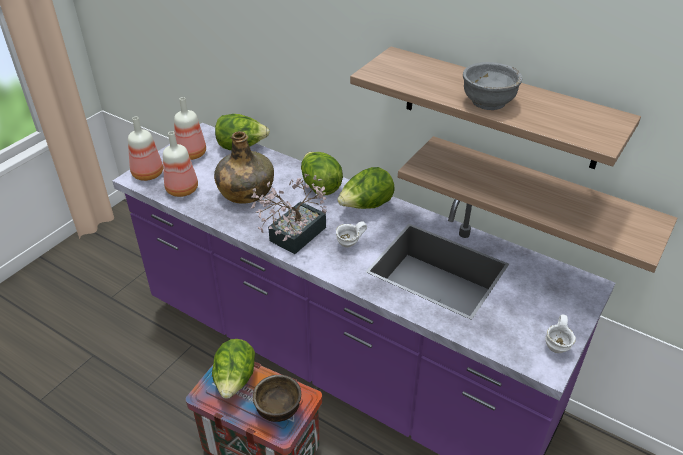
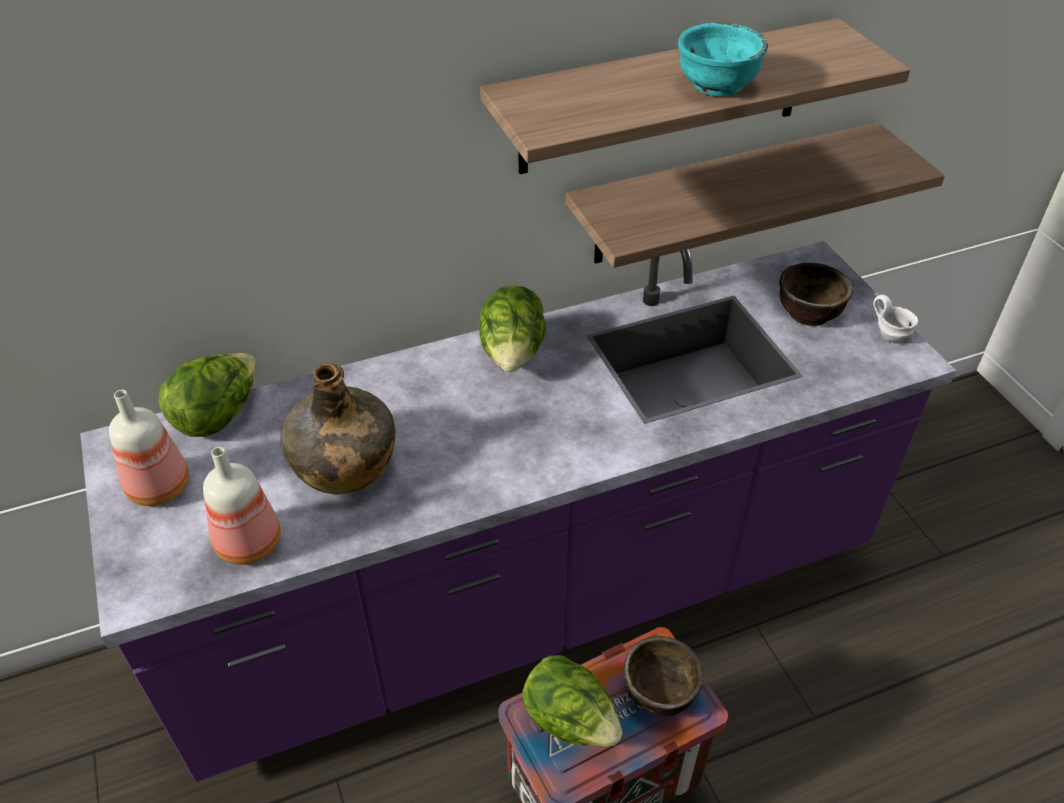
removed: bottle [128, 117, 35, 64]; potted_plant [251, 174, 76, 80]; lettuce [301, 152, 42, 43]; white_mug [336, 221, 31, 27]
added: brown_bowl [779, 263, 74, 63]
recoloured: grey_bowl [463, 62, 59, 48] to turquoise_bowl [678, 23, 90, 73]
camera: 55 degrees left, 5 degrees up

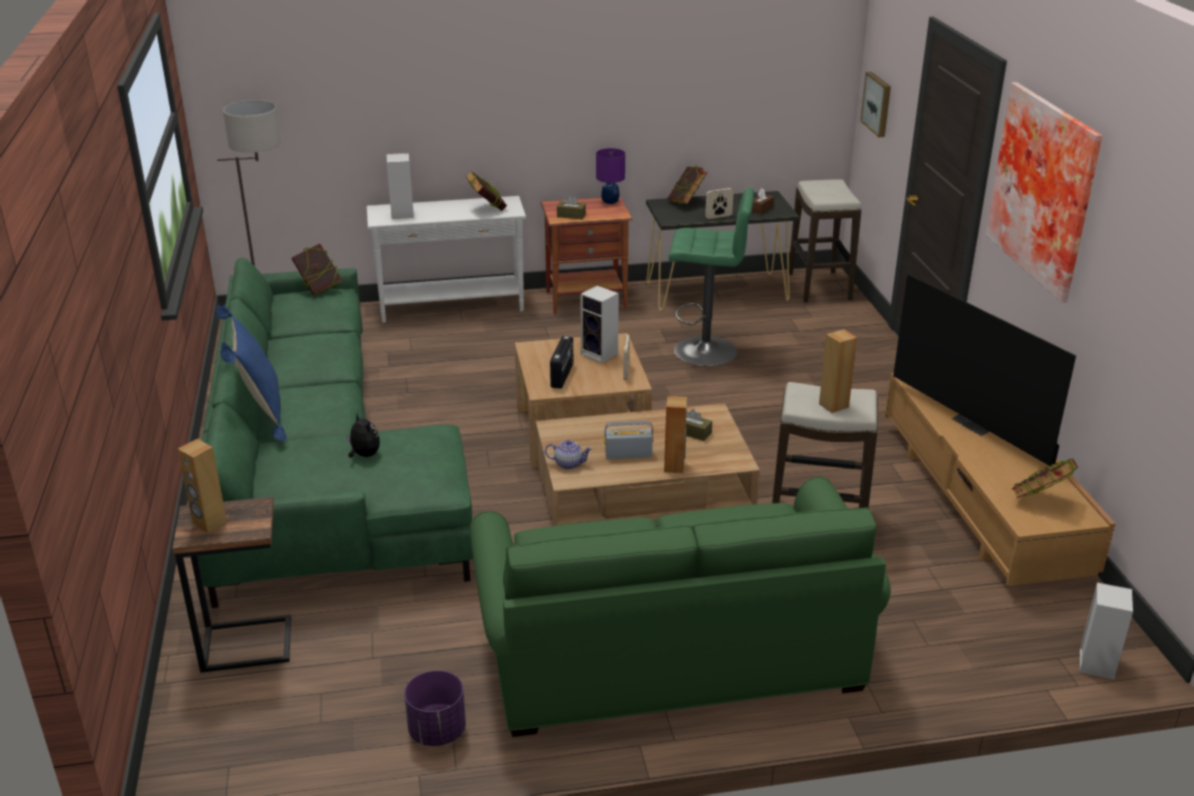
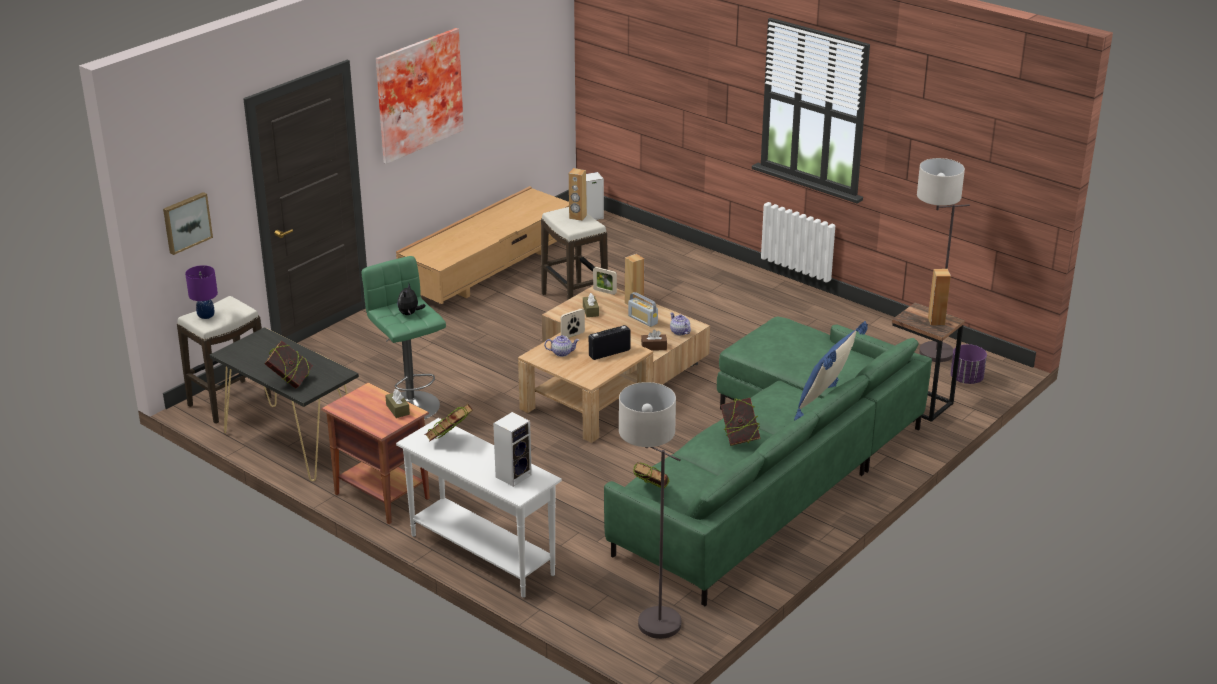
removed: green_sofa [469, 477, 422, 260]; television [893, 274, 183, 192]
added: grey_floor_lamp [917, 158, 53, 204]
moved: purple_table_lamp [596, 148, 29, 56] to [185, 265, 33, 54]; plush_toy [346, 413, 34, 44] to [398, 284, 27, 31]; picture_frame [705, 188, 29, 31] to [593, 267, 24, 28]; brown_tissue_box [752, 188, 22, 27] to [641, 329, 26, 22]; book [1012, 458, 66, 40] to [721, 398, 40, 48]; purple_planter [404, 670, 62, 76] to [950, 344, 37, 40]
replaced: speaker [580, 286, 39, 77] to teapot [544, 335, 35, 22]
camera: 130 degrees left, 0 degrees up

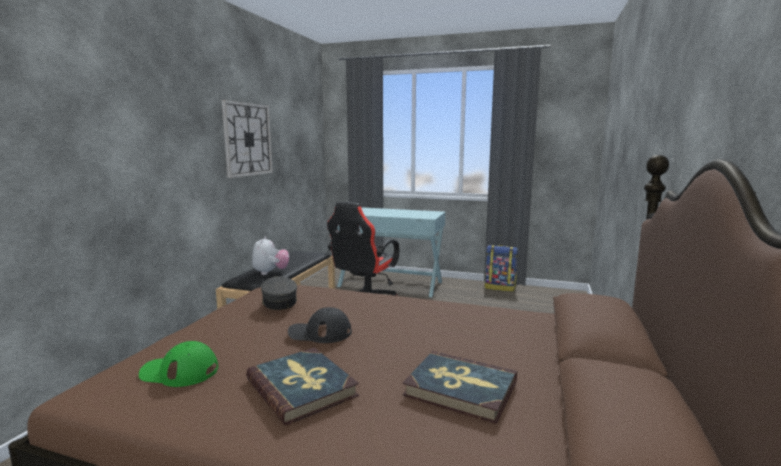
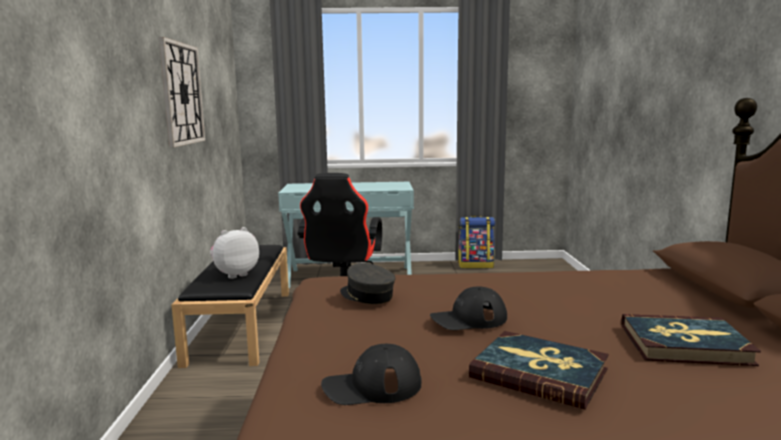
recoloured: green_cap [139, 341, 79, 46] to black_cap [321, 344, 100, 61]
turned: plush_toy [252, 236, 37, 39] = [210, 227, 49, 52] 105 degrees counterclockwise
camera: 20 degrees left, 0 degrees up

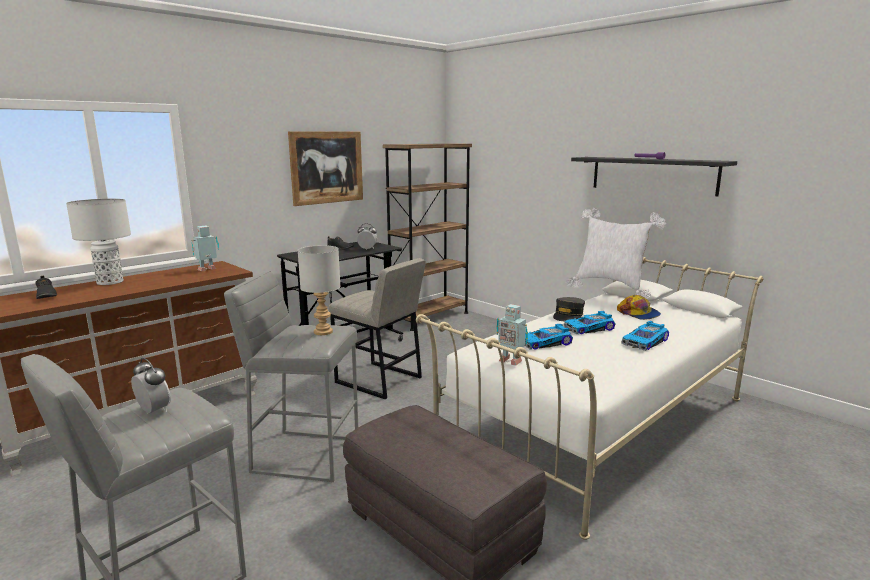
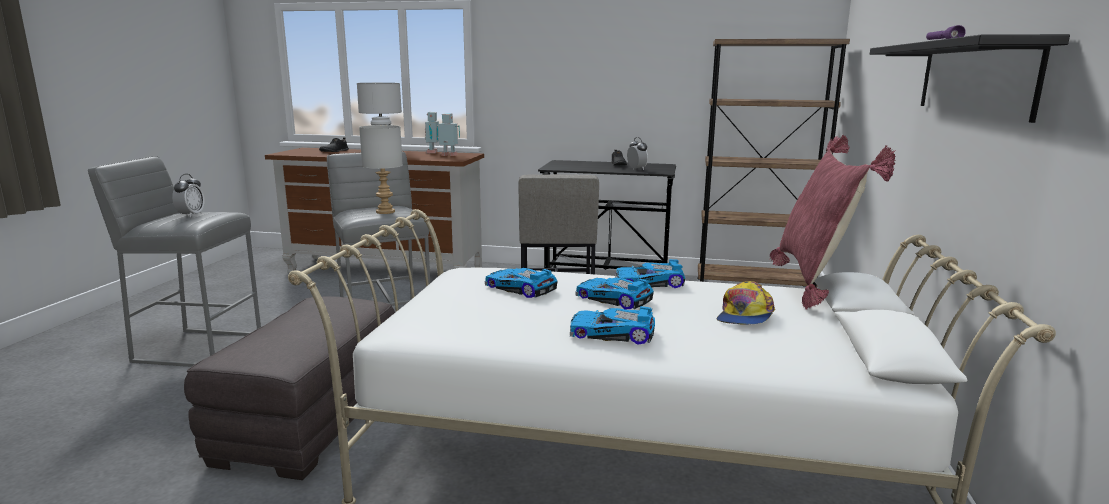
removed: picture [288, 131, 75, 75]
moved: toy_robot [497, 304, 31, 62] to [424, 112, 15, 41]
replaced: grey_cap [553, 297, 32, 24] to toy_car [615, 259, 70, 29]
recoloured: white_pillow [565, 208, 101, 91] to red_pillow [769, 135, 127, 175]
camera: 55 degrees right, 0 degrees up

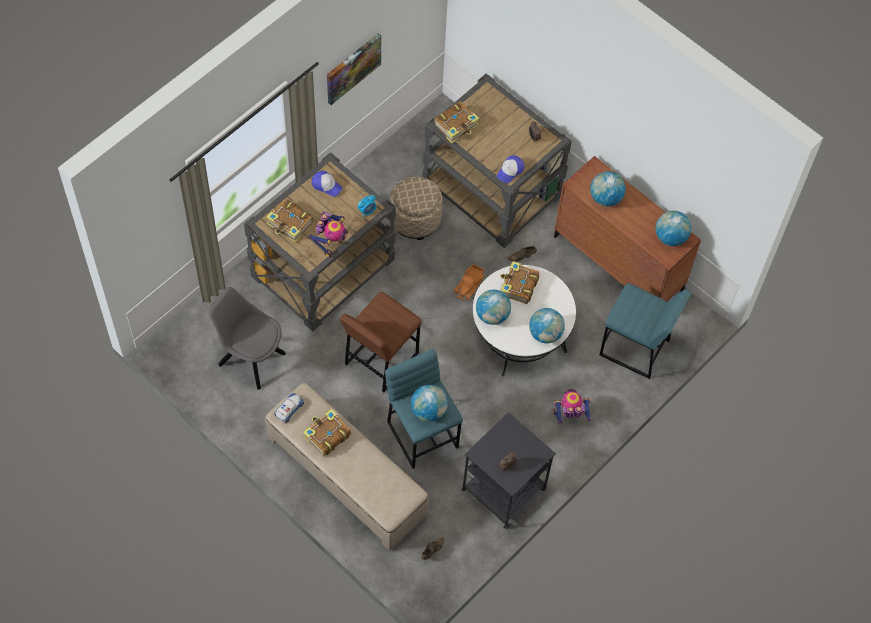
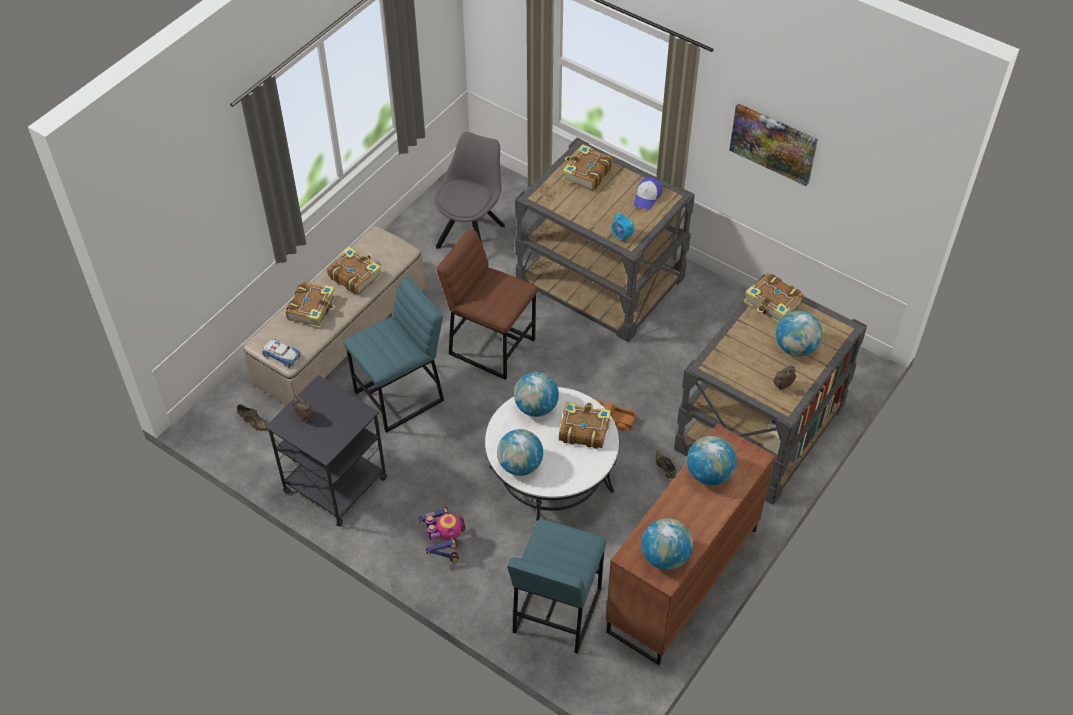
removed: toy_robot [308, 212, 40, 45]; beige_ottoman [390, 177, 52, 63]; cap [497, 155, 27, 28]
added: book [286, 281, 50, 48]
moved: toy_car [274, 393, 30, 31] to [262, 339, 39, 29]; globe [411, 385, 37, 37] to [775, 310, 47, 46]
camera: 85 degrees right, 10 degrees down

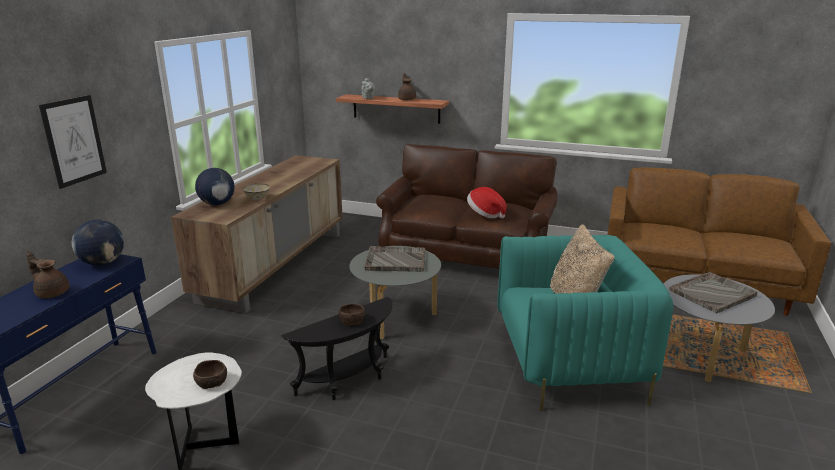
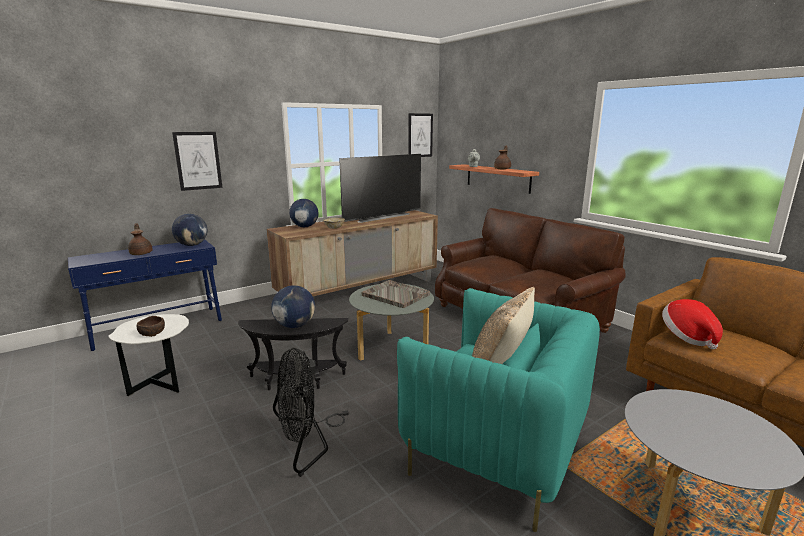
removed: grey_tray [669, 272, 88, 41]
added: black_fan [273, 348, 76, 129]; television [339, 154, 82, 69]; picture [408, 113, 25, 44]
moved: hat [467, 187, 40, 32] to [662, 299, 61, 50]
replaced: brown_bowl [338, 304, 27, 22] to globe [271, 285, 44, 43]
camera: 35 degrees right, 5 degrees down

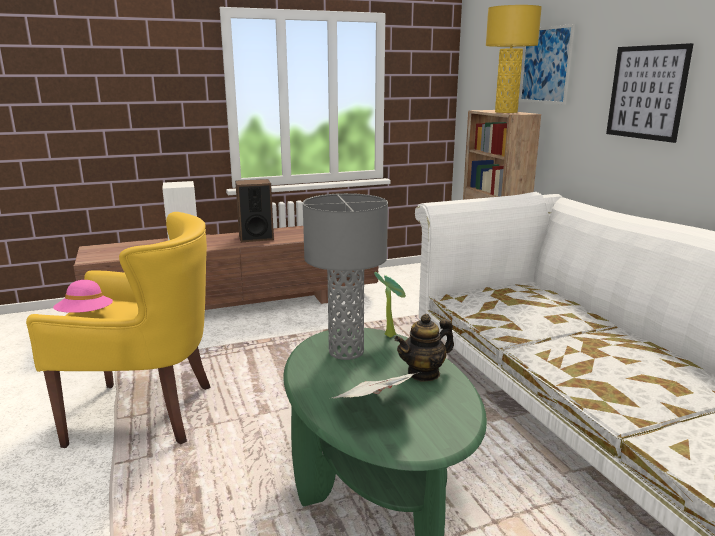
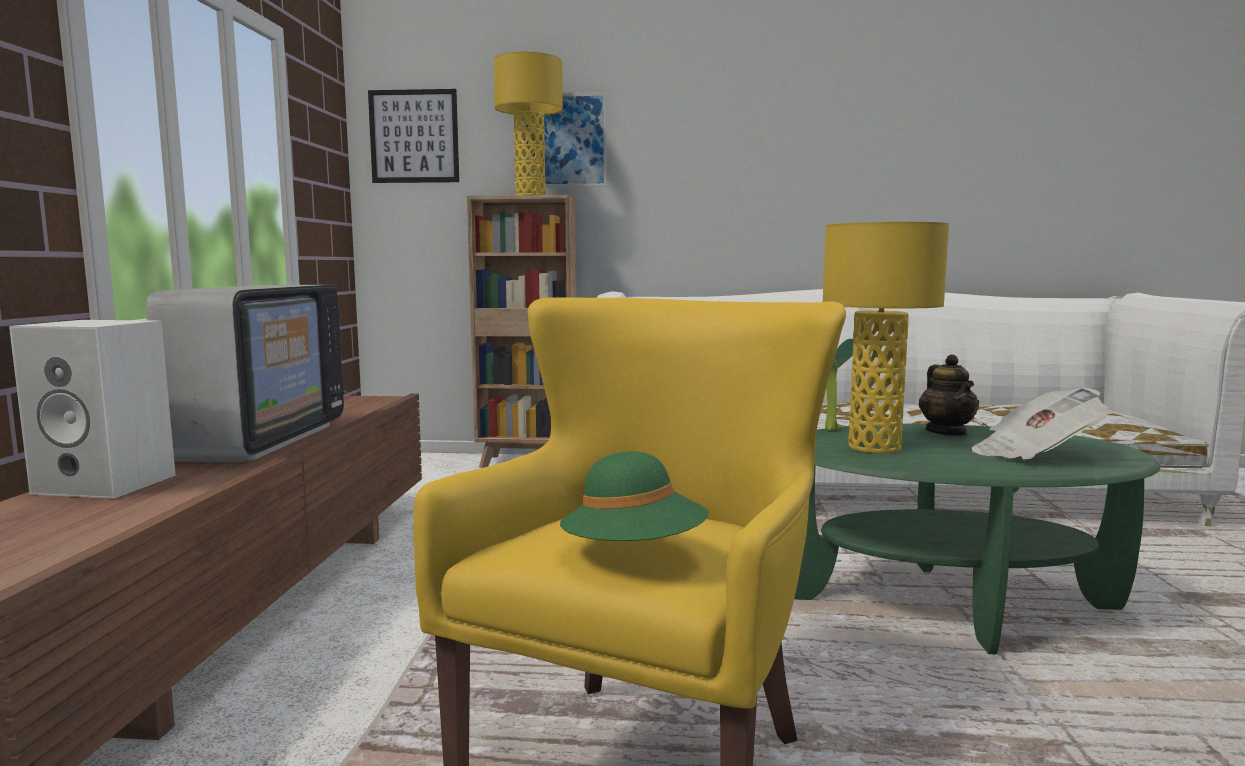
moved: picture [606, 43, 88, 100] to [368, 89, 91, 94]
replaced: speaker [235, 179, 39, 63] to television [146, 285, 200, 177]
recoloured: pink_hat [53, 280, 60, 33] to green_hat [560, 451, 149, 90]; grey_table_lamp [303, 193, 85, 167] to yellow_table_lamp [823, 222, 126, 231]
camera: 65 degrees left, 10 degrees down

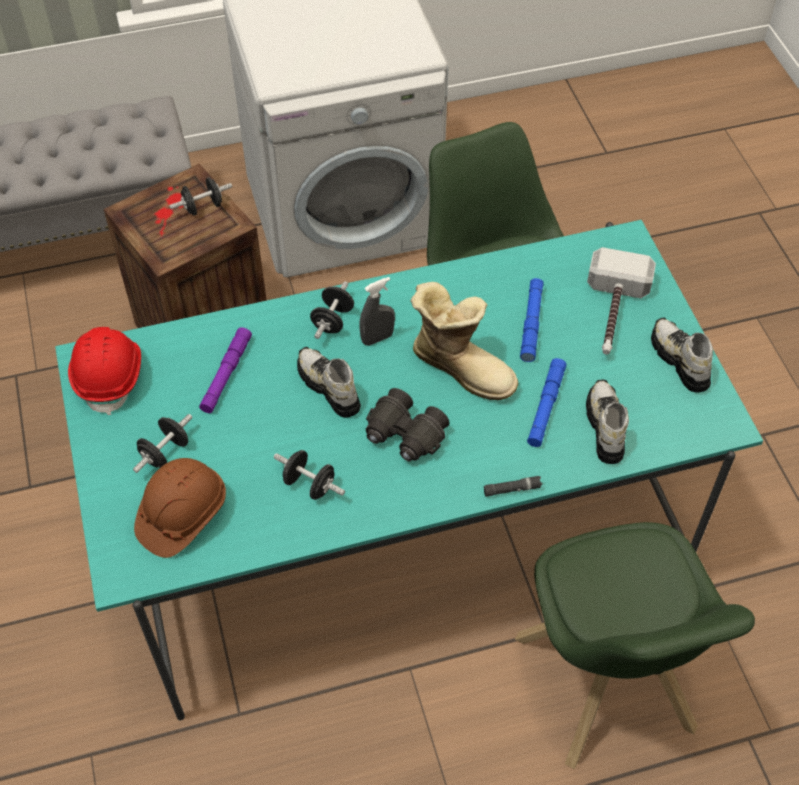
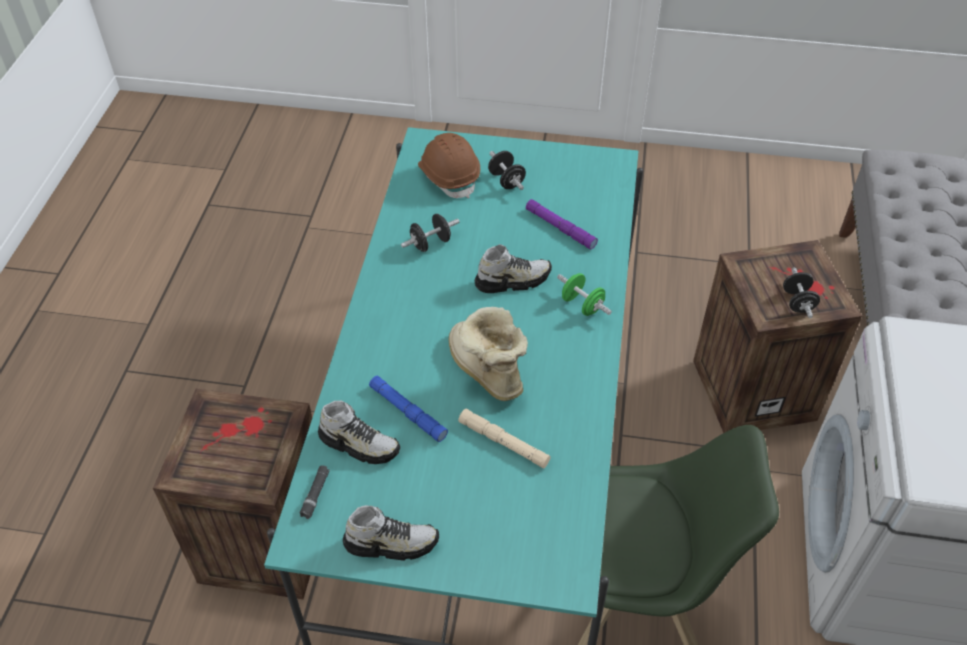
removed: red_hard_hat [68, 327, 73, 88]; grey_spray_bottle [360, 277, 35, 69]; black_binoculars [366, 388, 84, 73]; hammer [587, 247, 69, 107]
moved: black_flashlight [484, 476, 58, 21] to [300, 465, 30, 54]
replaced: green_chair [515, 522, 240, 247] to crate [153, 389, 159, 210]
recoloured: blue_flashlight [520, 278, 24, 84] to beige_flashlight [458, 409, 93, 59]; black_dumbbell [310, 281, 44, 58] to green_dumbbell [557, 273, 55, 43]
turned: boot [410, 282, 108, 118] = [449, 307, 79, 94] 90 degrees clockwise
camera: 115 degrees right, 5 degrees down

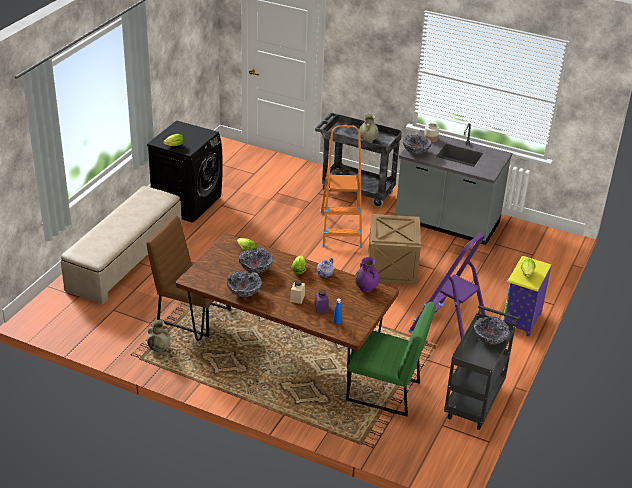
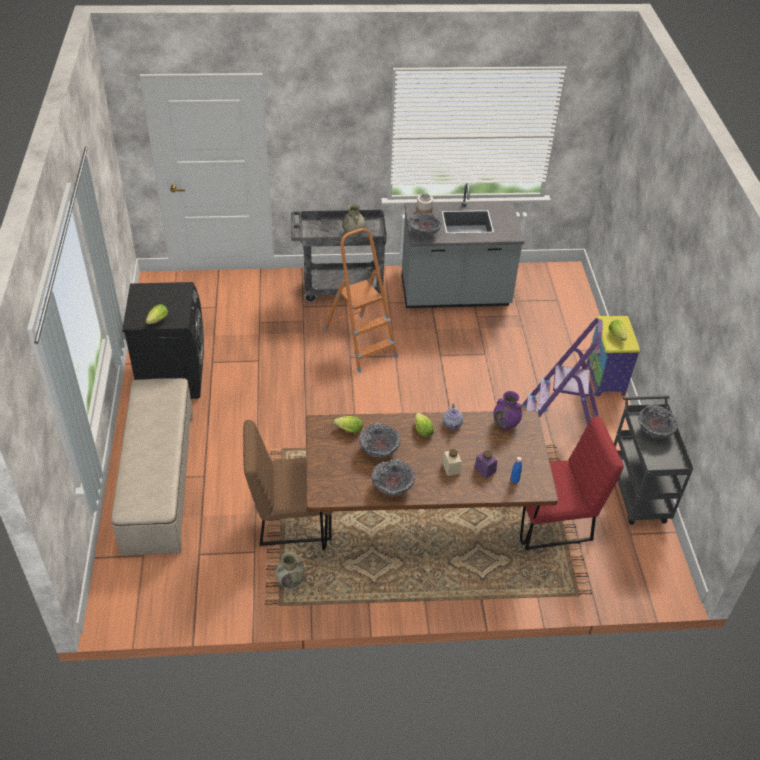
removed: crate [368, 214, 53, 71]
recoloured: green_chair [346, 301, 90, 115] to red_chair [525, 416, 99, 134]
camera: 30 degrees left, 10 degrees up

